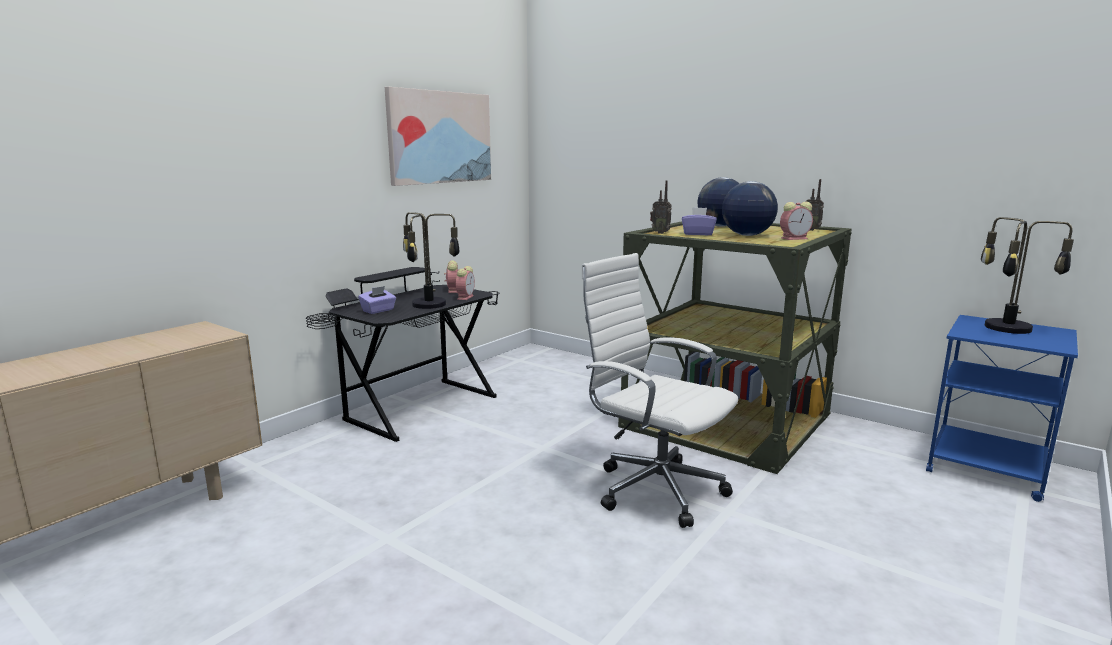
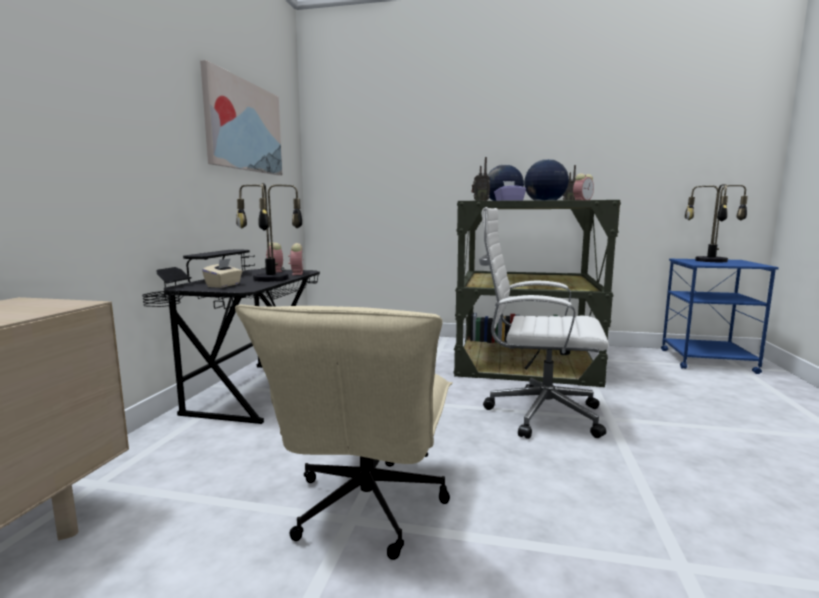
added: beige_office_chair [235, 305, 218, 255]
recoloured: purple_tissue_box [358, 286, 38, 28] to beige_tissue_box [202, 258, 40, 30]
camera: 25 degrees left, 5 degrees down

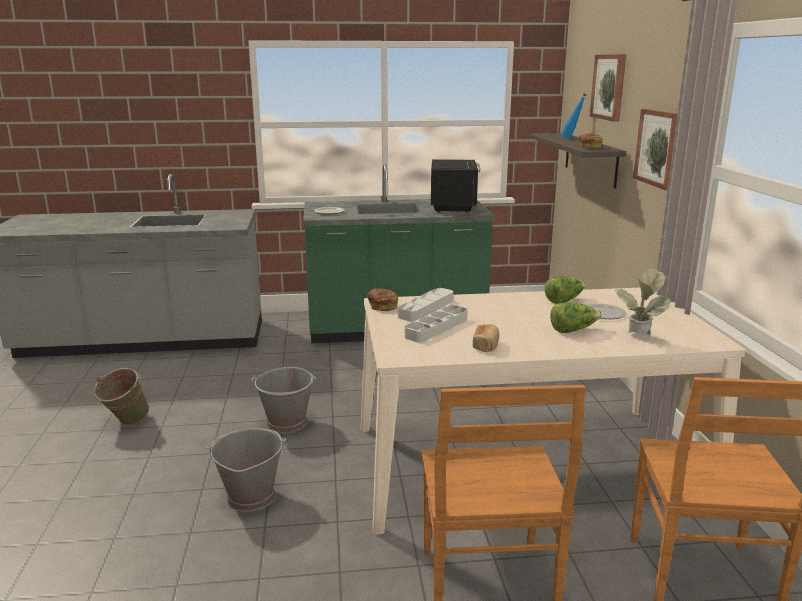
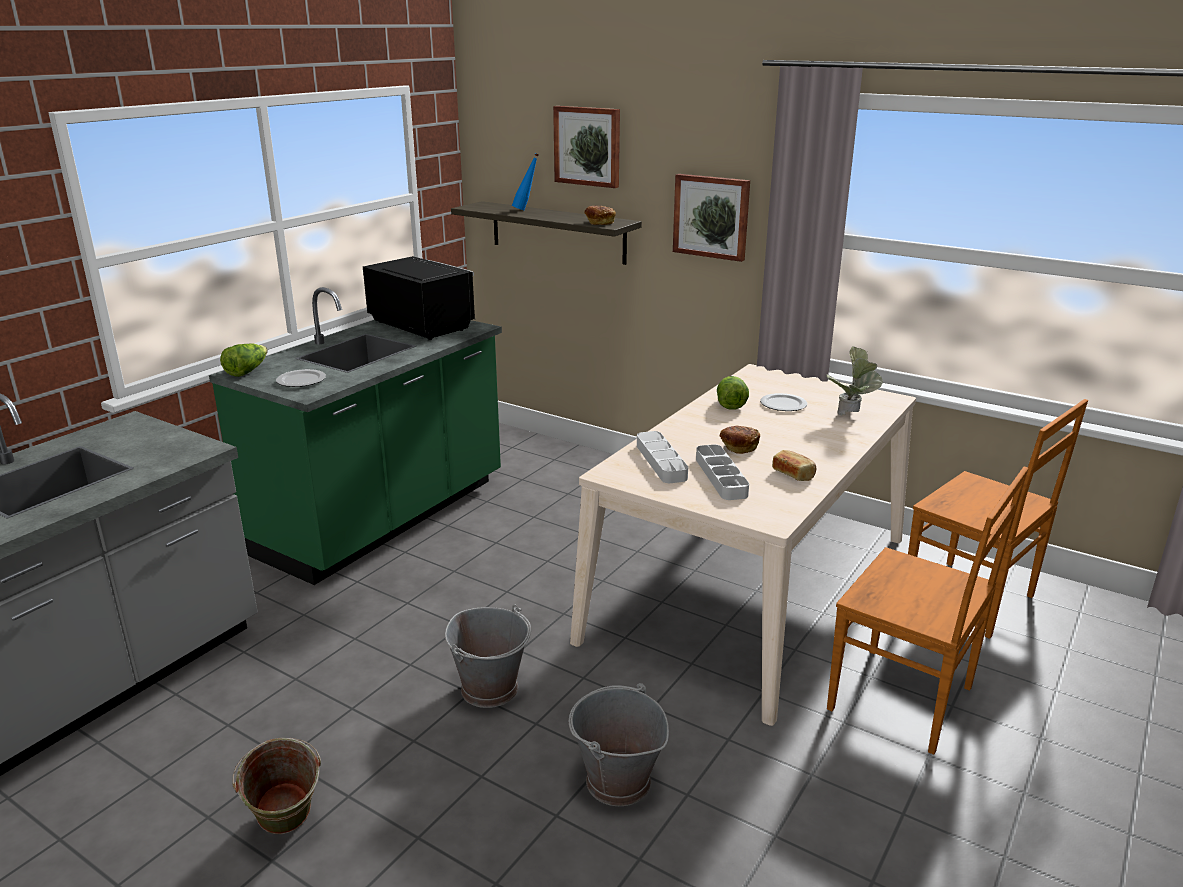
moved: lettuce [550, 302, 52, 31] to [220, 344, 48, 33]; bread [367, 288, 31, 23] to [720, 426, 40, 28]
camera: 50 degrees left, 5 degrees up

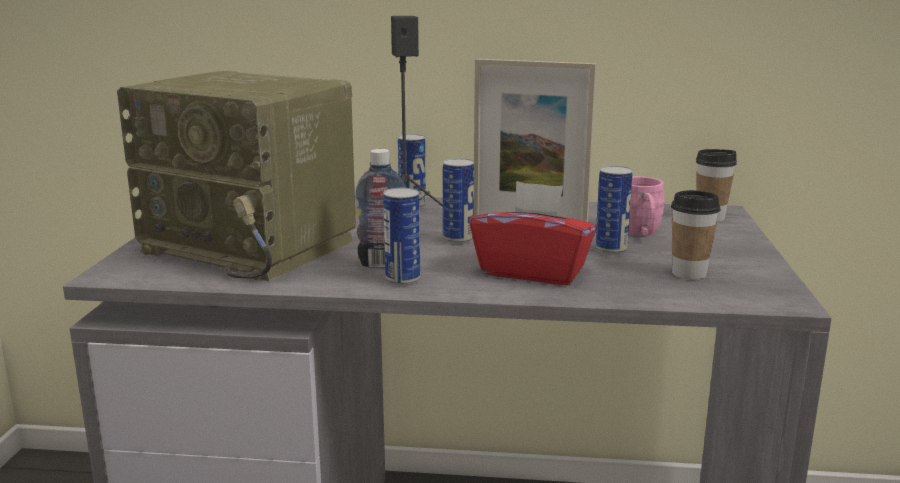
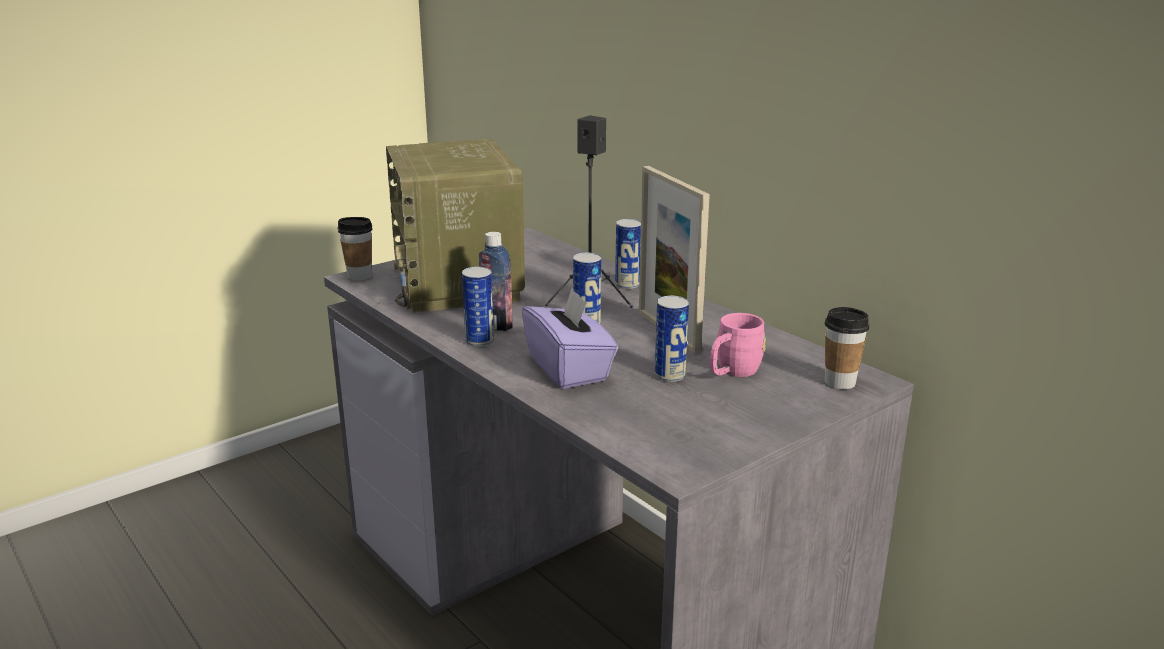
moved: cup [671, 190, 50, 90] to [338, 217, 34, 64]
recoloured: red_tissue_box [469, 181, 128, 104] to purple_tissue_box [522, 288, 96, 101]
camera: 45 degrees right, 5 degrees up

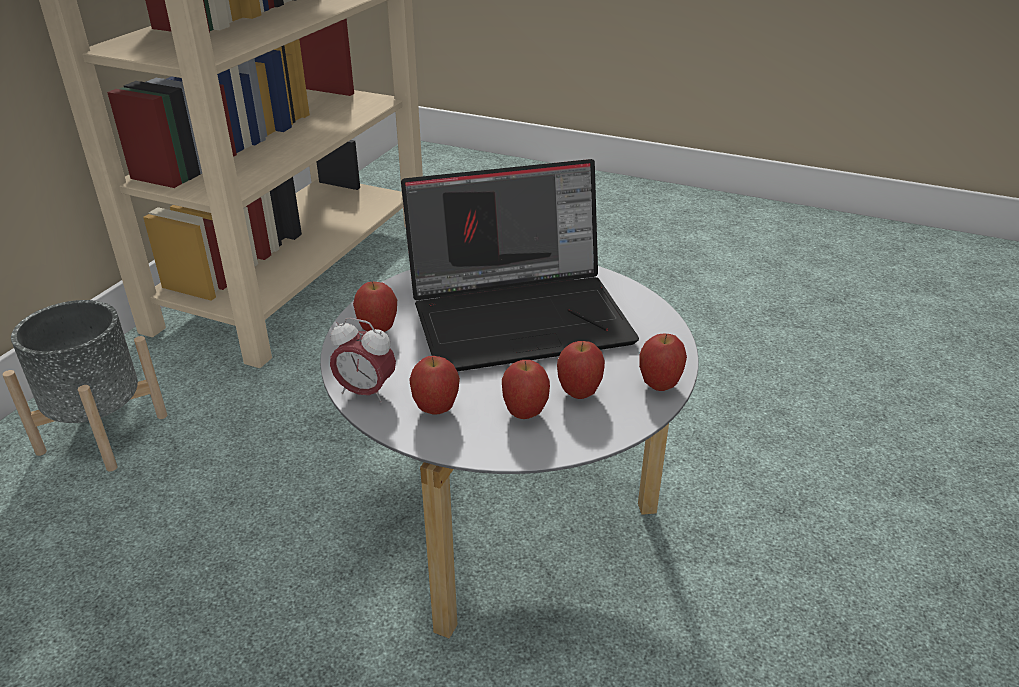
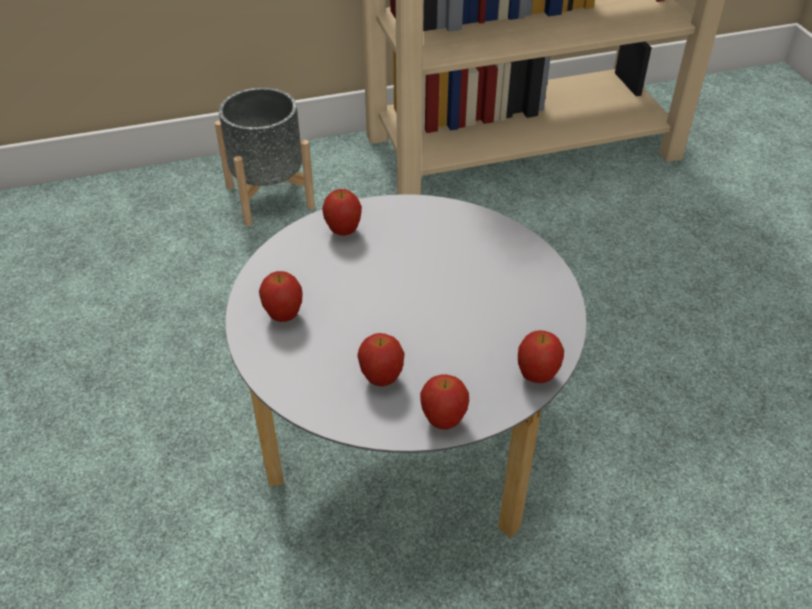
removed: alarm_clock [330, 318, 66, 85]; laptop [401, 159, 238, 212]
moved: apple [502, 360, 48, 59] to [518, 330, 46, 53]
camera: 50 degrees right, 10 degrees up

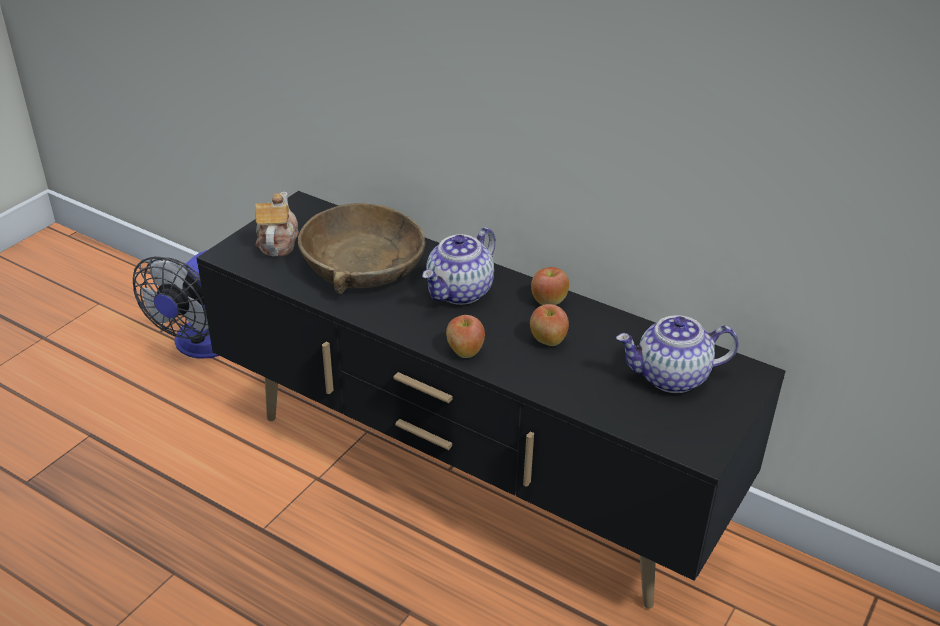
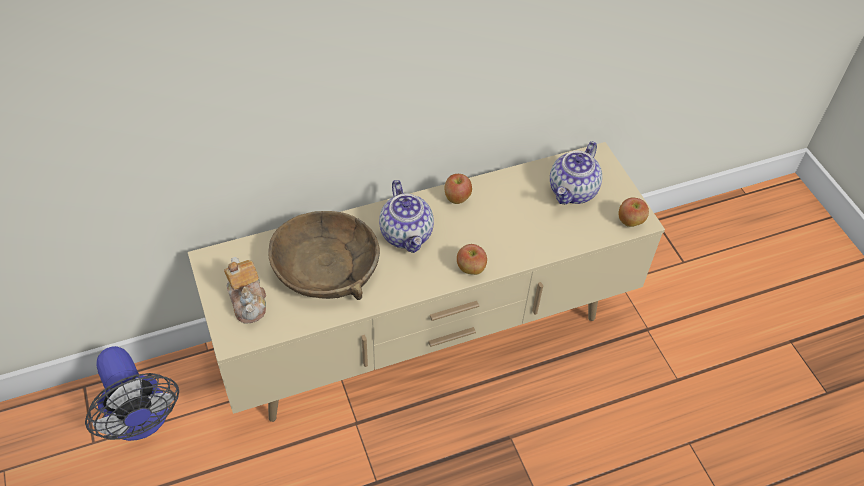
moved: apple [530, 304, 39, 42] to [618, 198, 31, 29]
recoloured: black_tv_stand [197, 191, 588, 418] to beige_tv_stand [188, 142, 477, 280]
turned: teapot [255, 191, 44, 66] = [224, 257, 42, 66] 150 degrees counterclockwise
camera: 55 degrees left, 15 degrees up

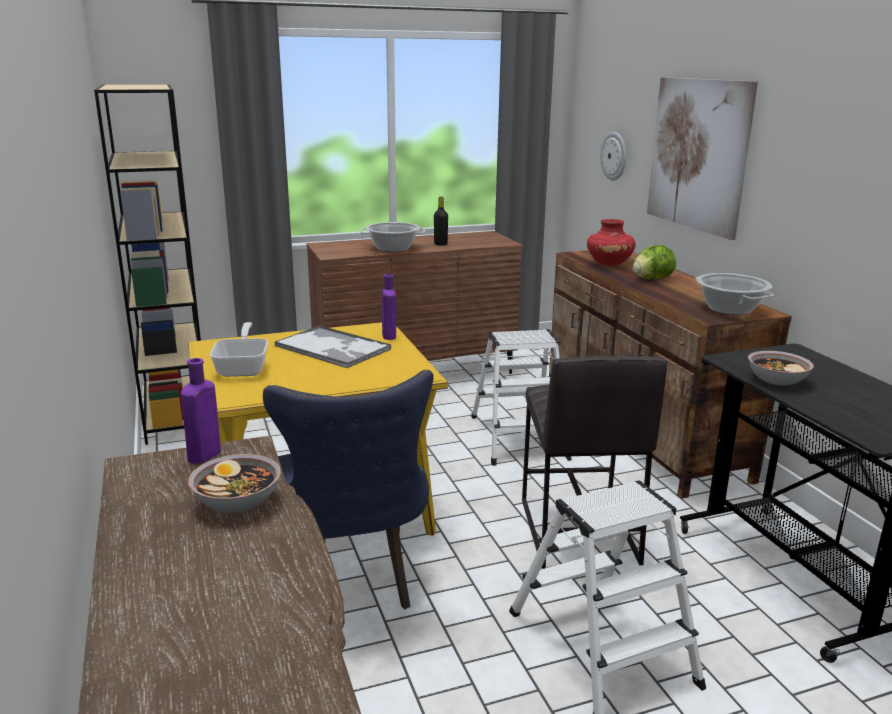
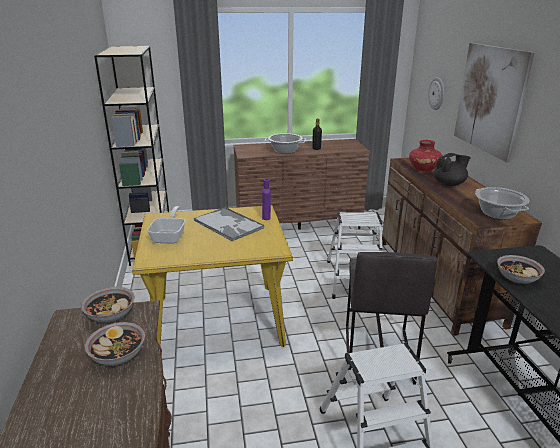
removed: blue_chair [263, 370, 171, 239]
replaced: purple_bottle [181, 358, 40, 106] to bowl [81, 287, 54, 36]; lettuce [633, 245, 43, 34] to black_teapot [434, 153, 37, 33]
camera: 10 degrees right, 5 degrees up

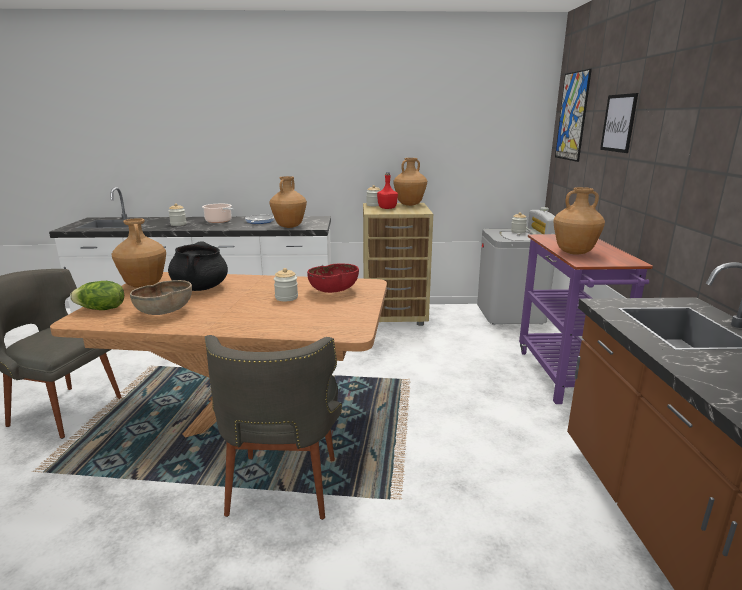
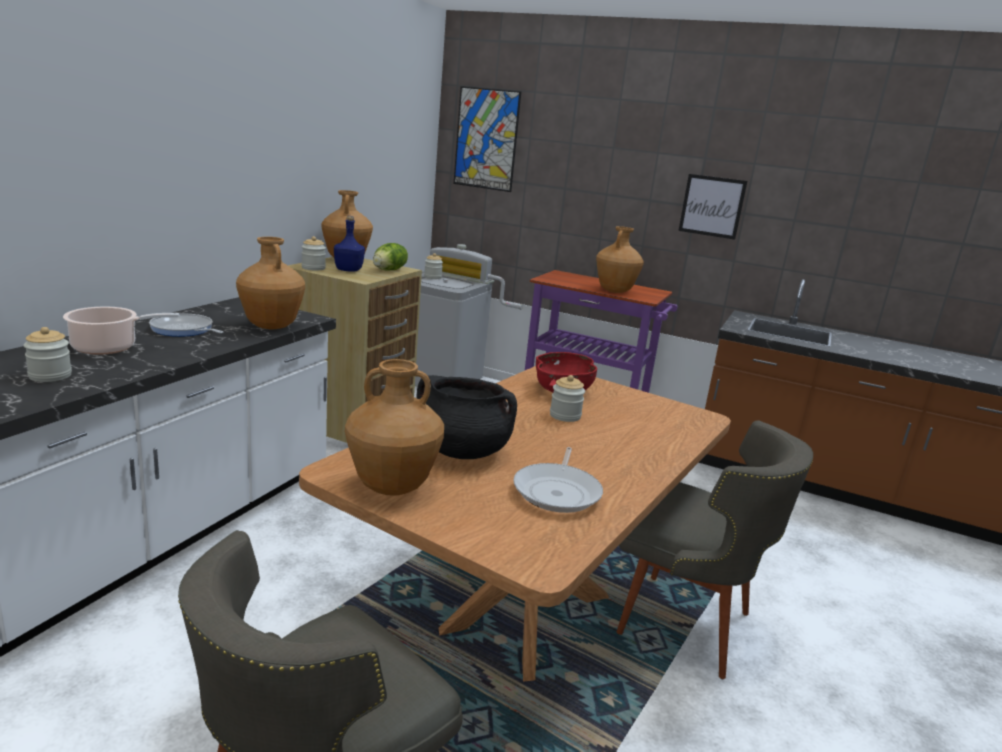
moved: lettuce [70, 281, 54, 29] to [373, 243, 35, 28]; picture [600, 93, 38, 60] to [678, 174, 69, 65]
replaced: brown_bowl [130, 280, 62, 35] to frying_pan [513, 447, 90, 66]
recoloured: red_bottle [377, 172, 21, 37] to blue_bottle [334, 216, 31, 56]
camera: 65 degrees left, 0 degrees up

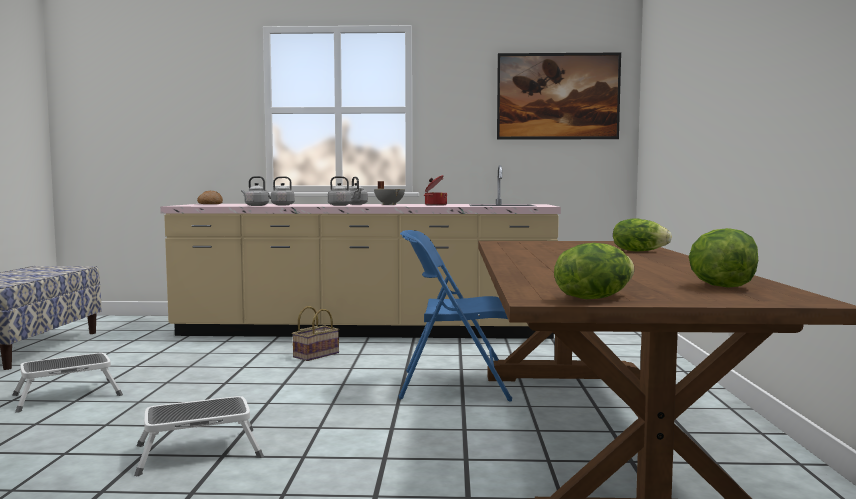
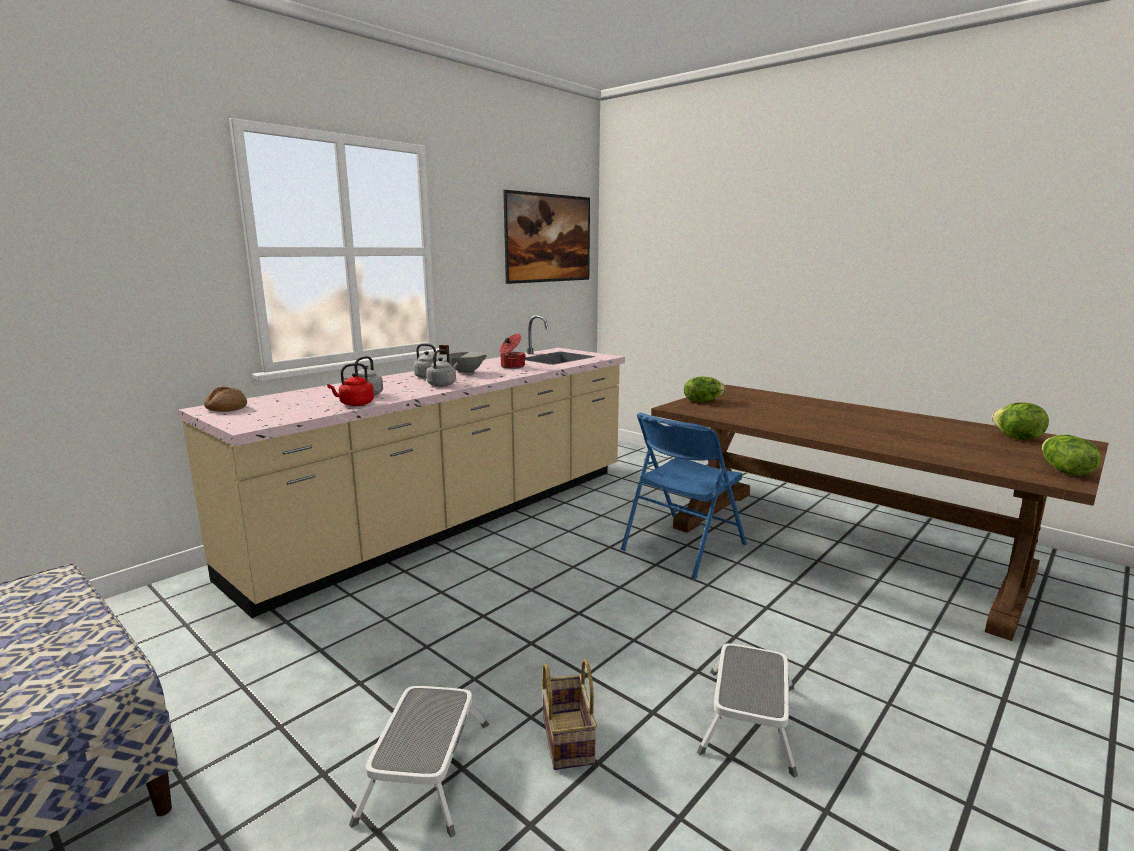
moved: basket [292, 306, 48, 55] to [541, 659, 56, 111]; lettuce [613, 219, 59, 32] to [684, 376, 41, 26]
recoloured: grey_kettle [241, 176, 28, 30] to red_kettle [327, 363, 47, 43]
camera: 50 degrees left, 10 degrees up

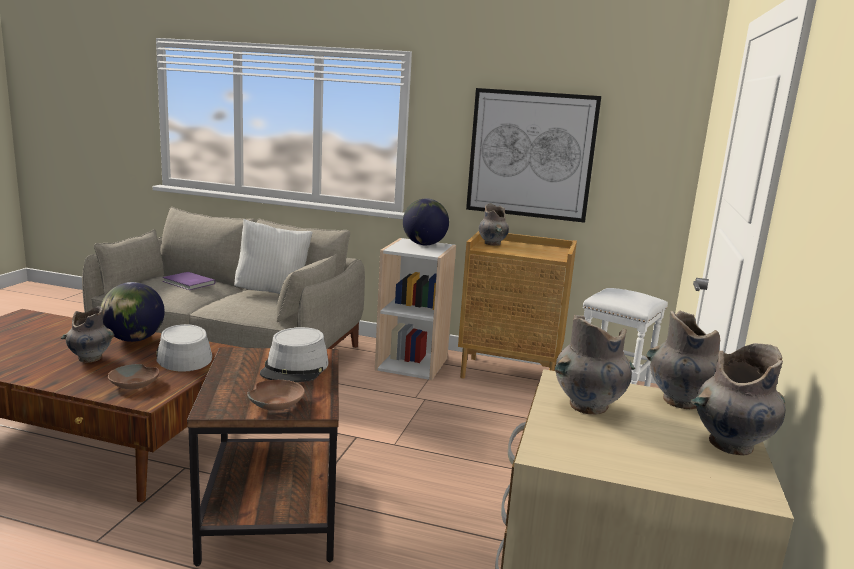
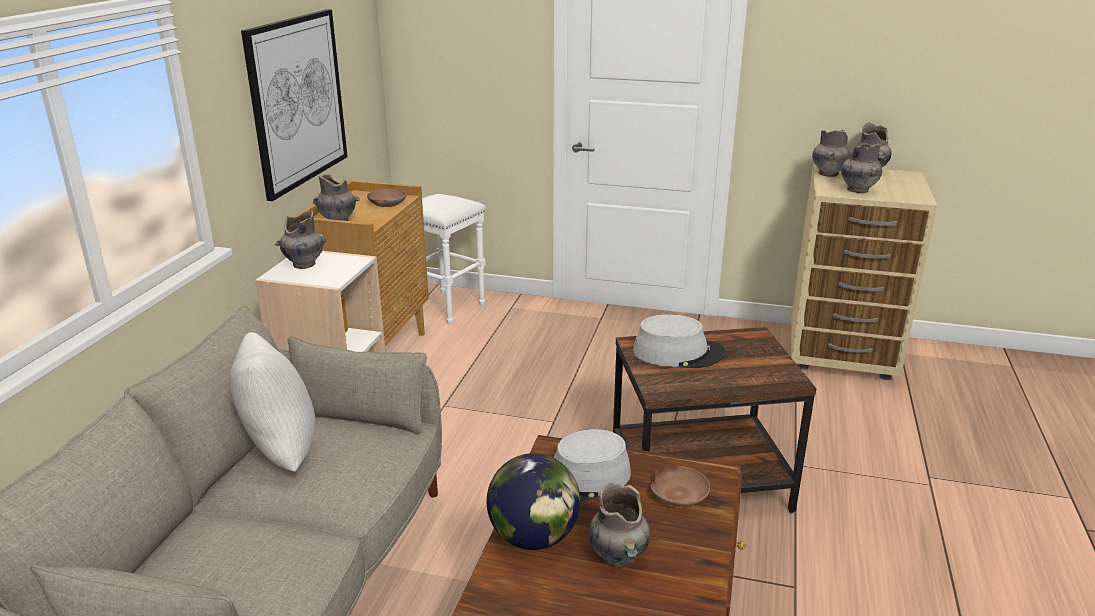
removed: purple_book [162, 272, 53, 18]
moved: brown_bowl [247, 380, 58, 31] to [367, 189, 40, 18]
replaced: globe [403, 198, 46, 47] to grey_vase [275, 211, 51, 58]
camera: 90 degrees left, 10 degrees up

